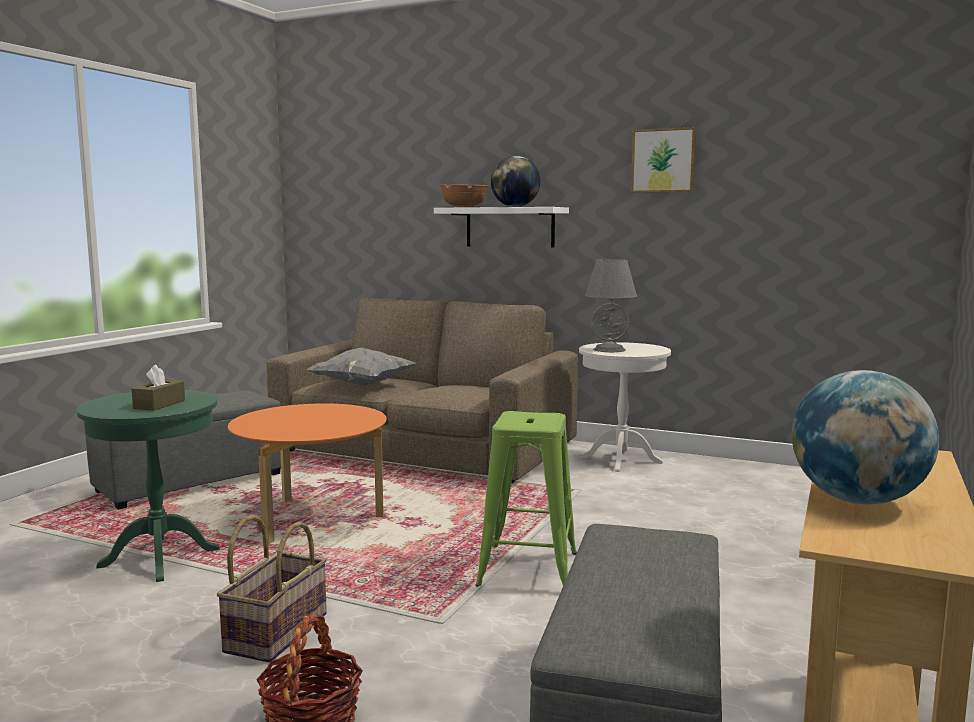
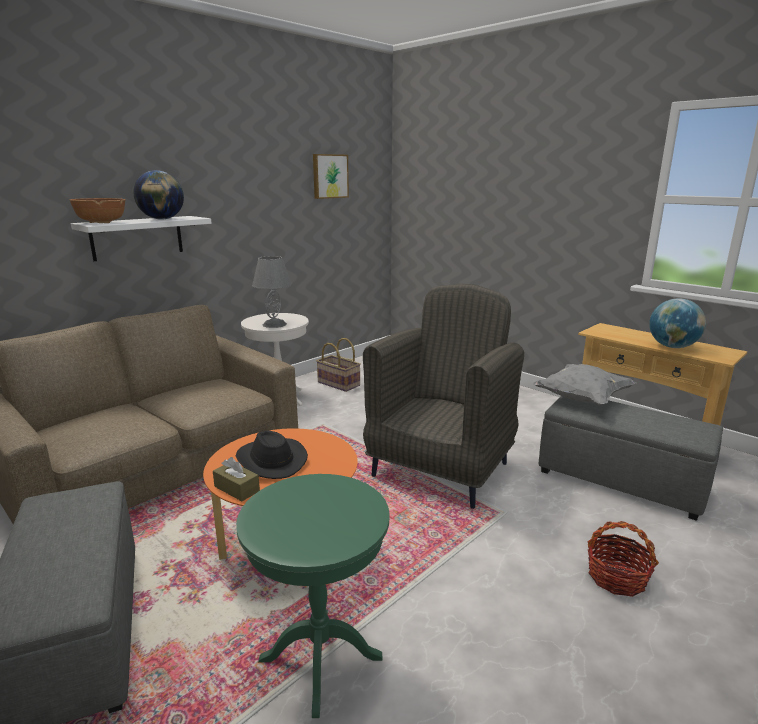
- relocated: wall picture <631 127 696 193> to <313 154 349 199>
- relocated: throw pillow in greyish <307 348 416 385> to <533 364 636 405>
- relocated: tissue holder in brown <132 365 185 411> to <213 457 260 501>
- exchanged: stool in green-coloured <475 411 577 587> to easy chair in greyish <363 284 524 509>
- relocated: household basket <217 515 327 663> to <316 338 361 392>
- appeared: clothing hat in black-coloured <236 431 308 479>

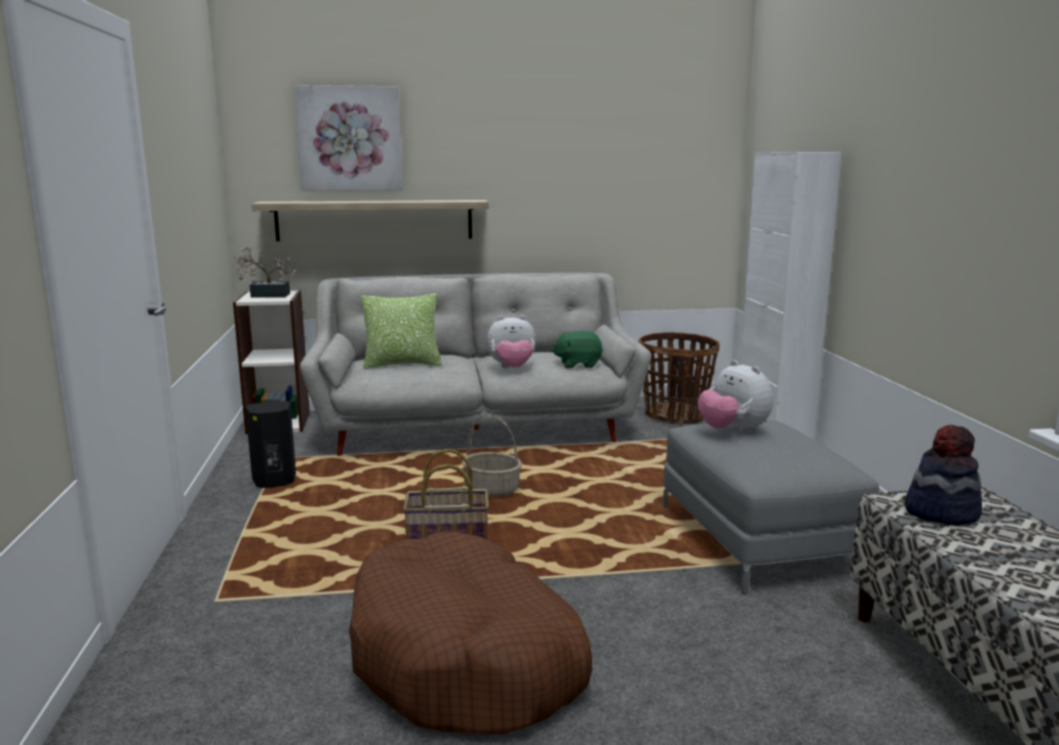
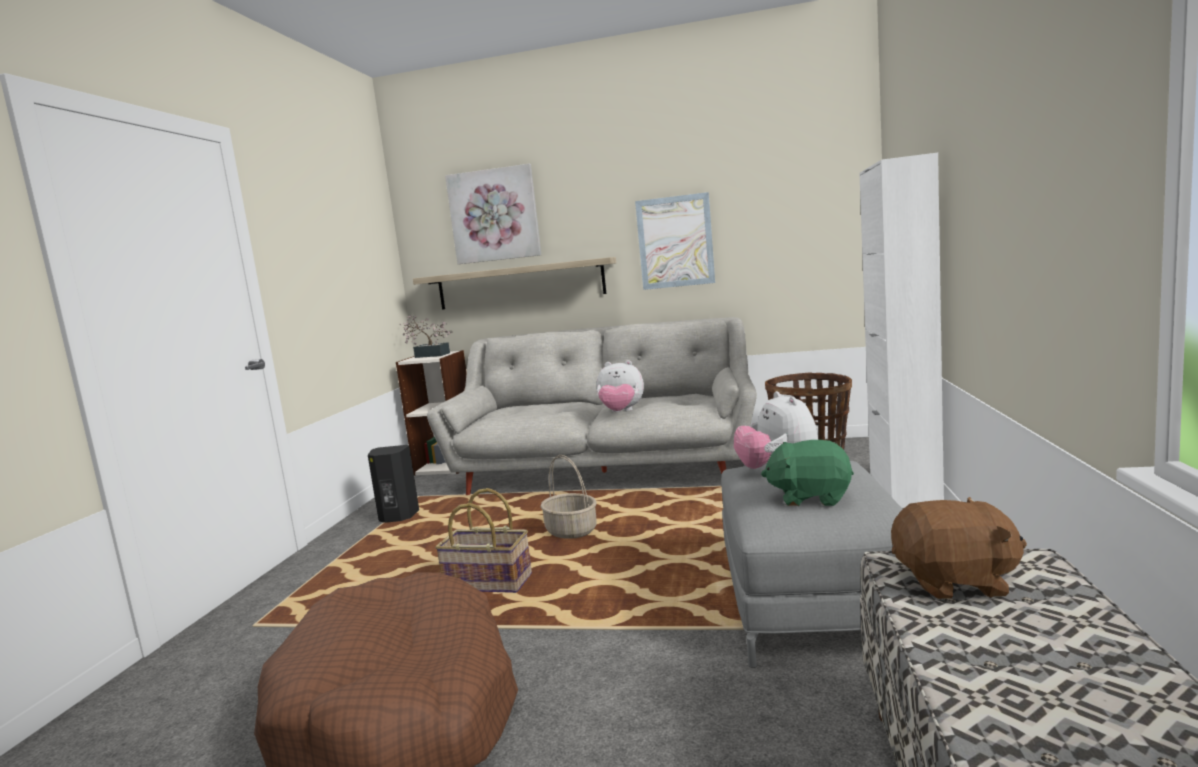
- missing: throw pillow <361 293 442 369>
- relocated: plush toy in green-coloured <551 331 603 368> to <761 440 854 506>
- exchanged: clothing hat <905 425 982 525> to plush toy in brown <891 497 1027 599>
- appeared: wall picture <635 192 715 290>

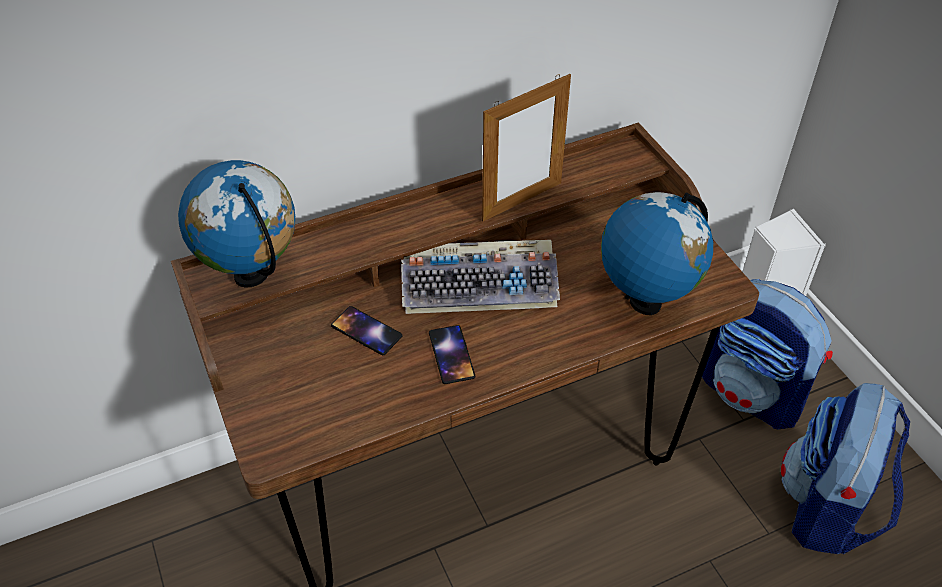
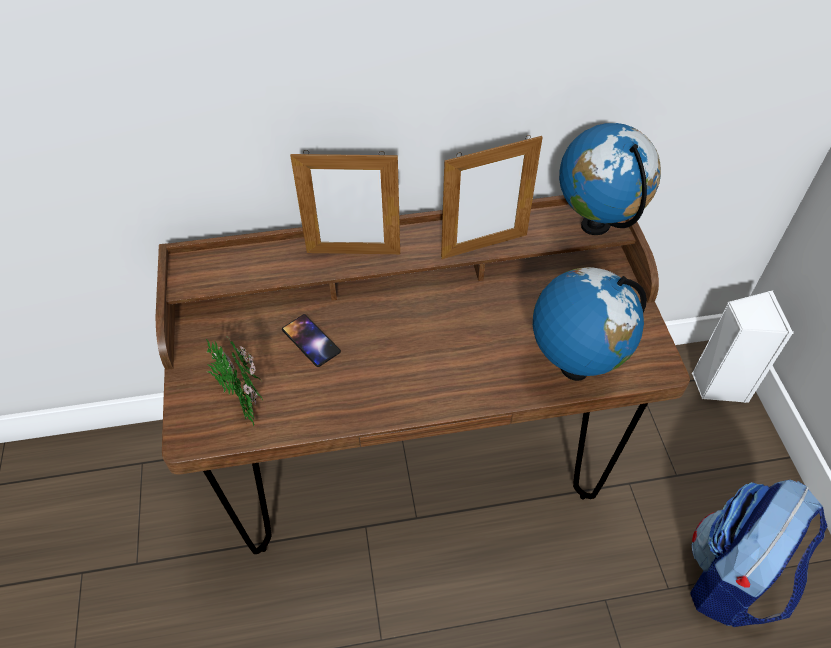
- relocated: world globe <178 160 295 288> to <559 123 661 235>
- missing: keyboard <401 240 560 314>
- missing: rucksack <702 279 833 429>
- missing: handset <429 325 475 384>
- appeared: photo frame <290 150 400 254>
- appeared: houseplant <206 336 263 427>

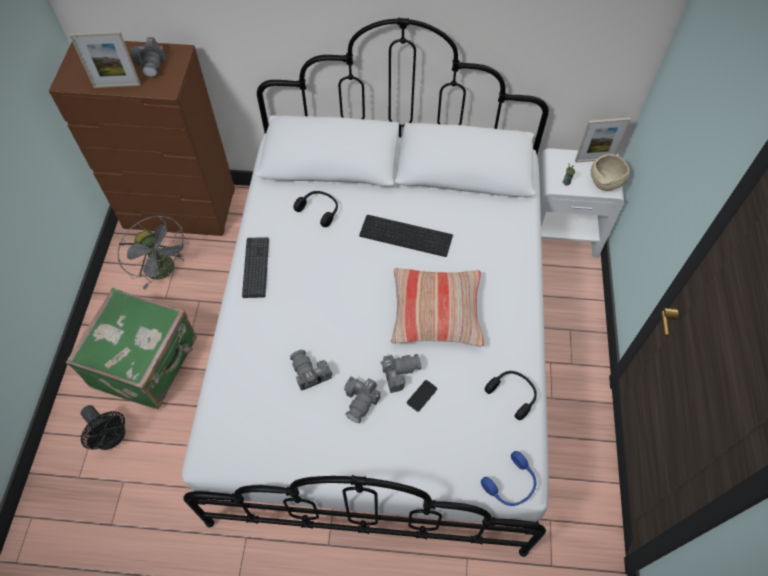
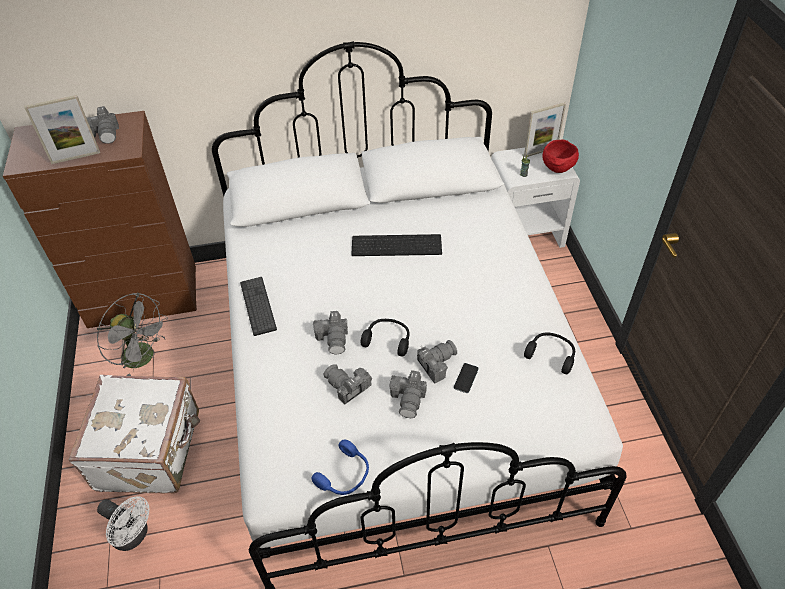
- colour: serving bowl in sand-coloured <590 154 630 191> to serving bowl in reddish <542 139 579 173>
- relocated: headset in black-coloured <293 191 338 227> to <361 319 410 357>
- missing: throw pillow <391 268 484 347>
- colour: piece of luggage in green-coloured <66 288 197 409> to piece of luggage in white-coloured <68 375 200 494>
- colour: electric fan in black-coloured <81 405 125 450> to electric fan in white-coloured <97 496 149 551>
- relocated: headset in blue-coloured <481 451 537 506> to <312 439 369 495>
- appeared: still camera <313 311 348 355>

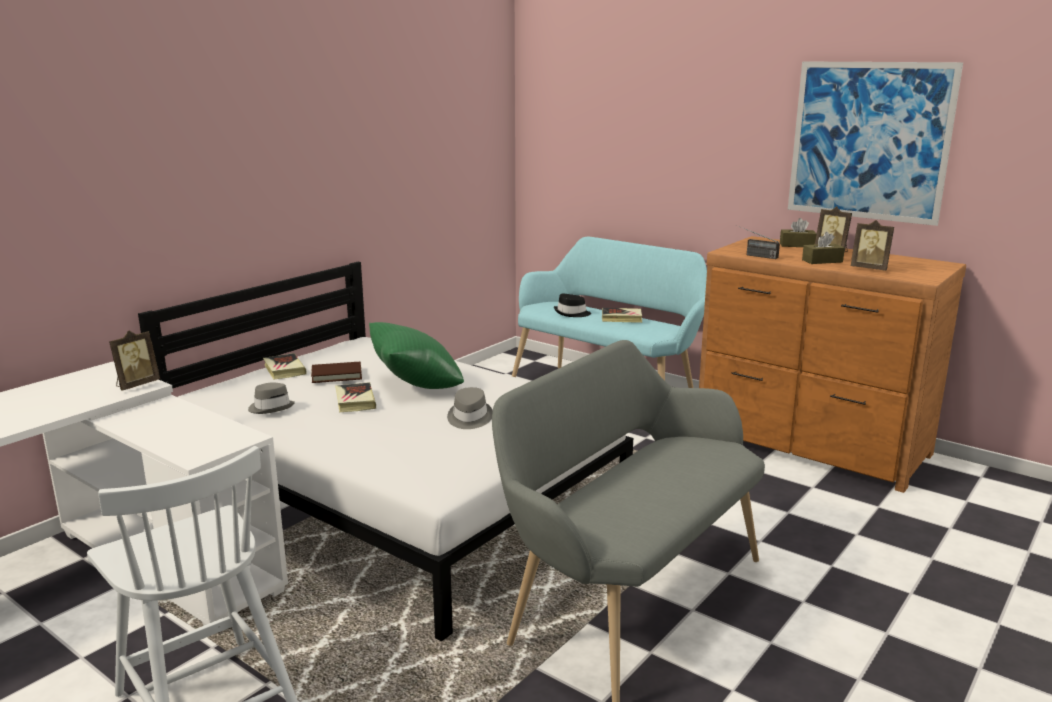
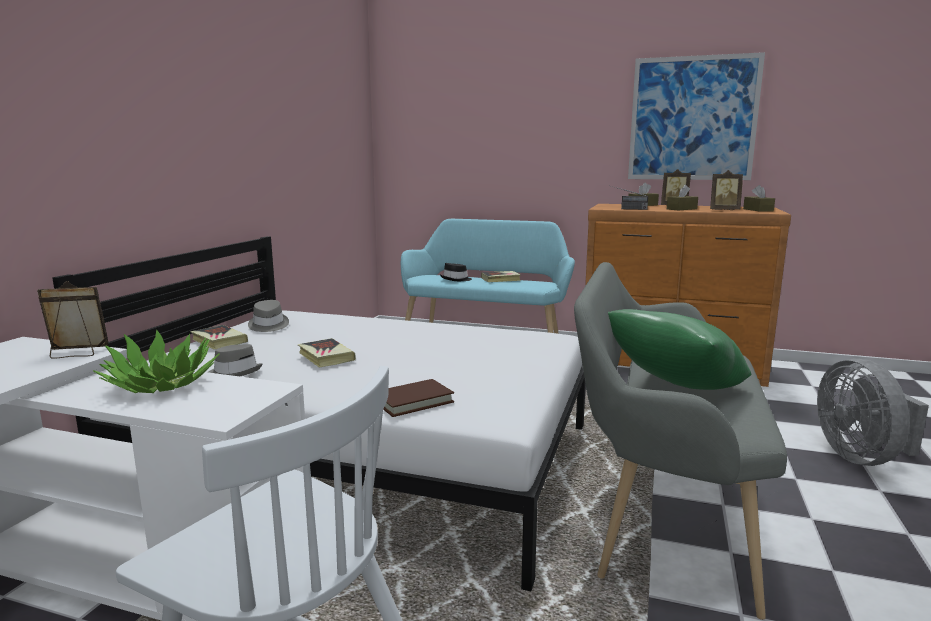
- relocated: throw pillow in green-coloured <369 322 464 389> to <608 309 751 390>
- spun: photo frame <109 331 160 391> = <37 281 109 358> 120 degrees counterclockwise
- relocated: bound book in brown <311 362 362 383> to <383 379 454 417>
- relocated: clothing hat in greyish <447 387 493 429> to <248 300 289 332>
- appeared: tissue holder in brown <743 185 775 212>
- appeared: houseplant <93 329 219 393>
- appeared: electric fan in greyish <817 358 929 466>

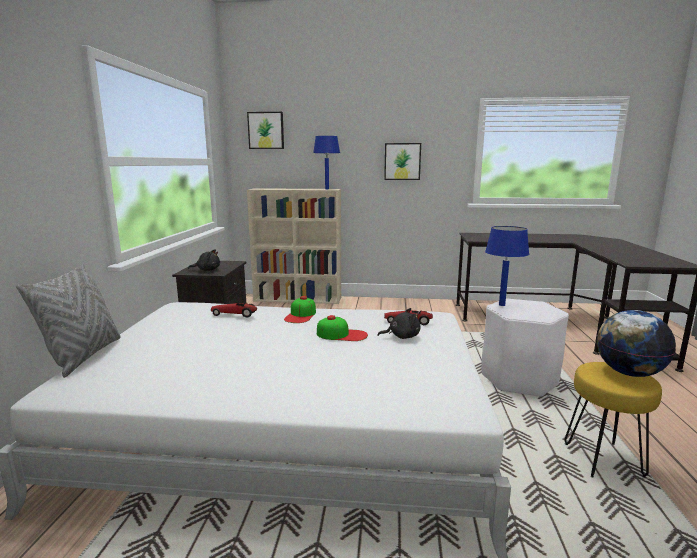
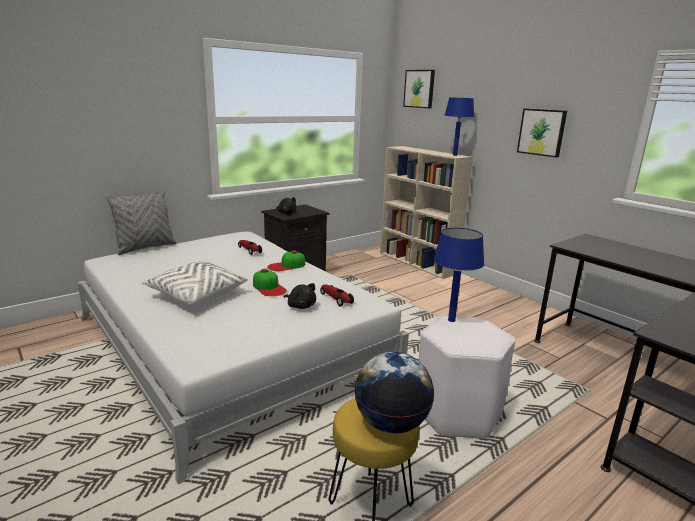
- appeared: throw pillow in white-coloured <142 261 248 305>

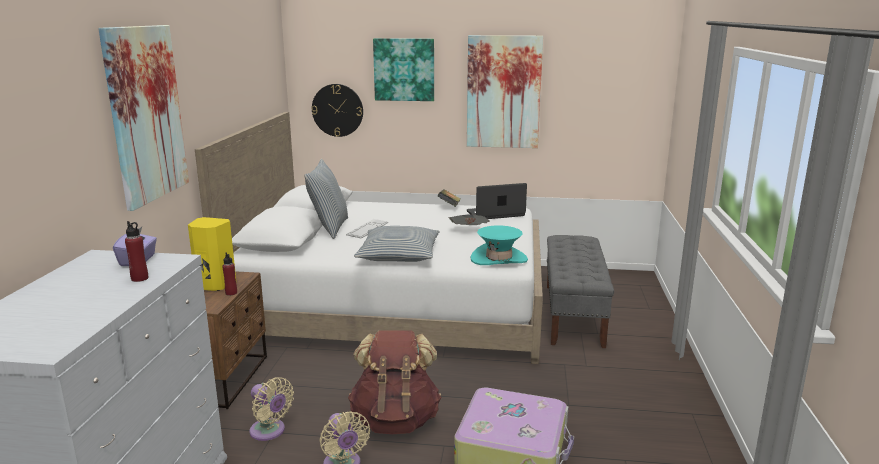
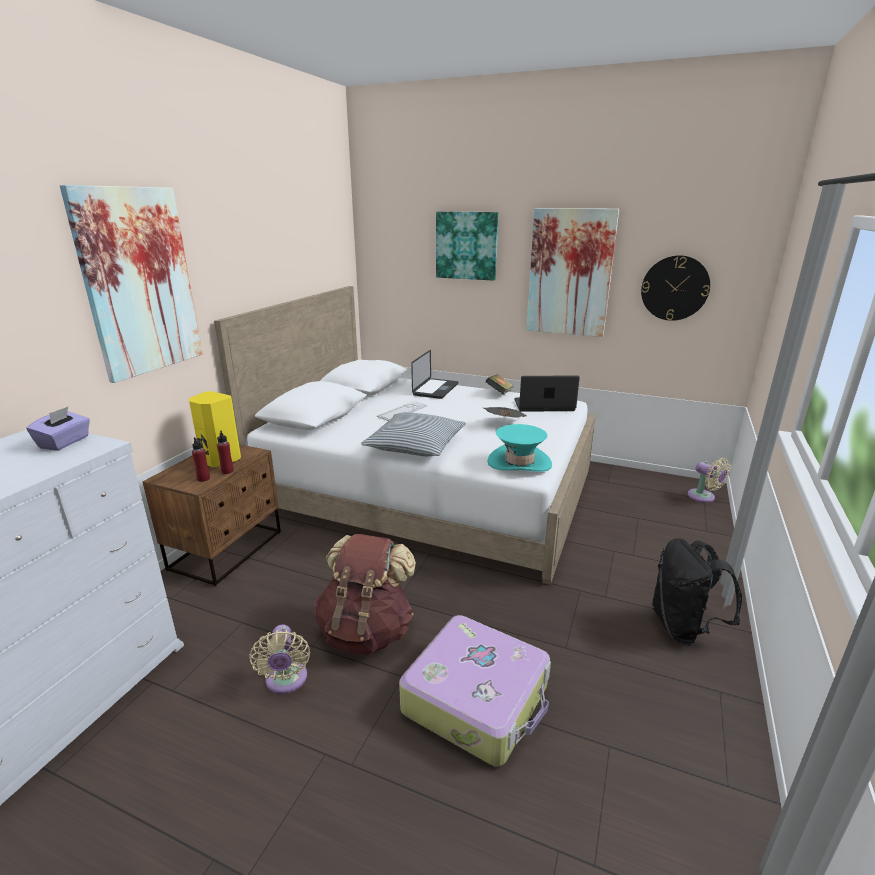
- relocated: hanging clock <312 84 363 137> to <641 255 710 321>
- missing: throw pillow <304 159 348 239>
- relocated: bottle in reddish <125 221 148 282> to <192 437 210 482>
- missing: indoor bench in greyish <547 235 614 348>
- relocated: electric fan in sand-coloured <250 377 294 441> to <688 458 731 503>
- appeared: portable computer <411 350 458 399>
- appeared: rucksack in black-coloured <652 538 742 646>

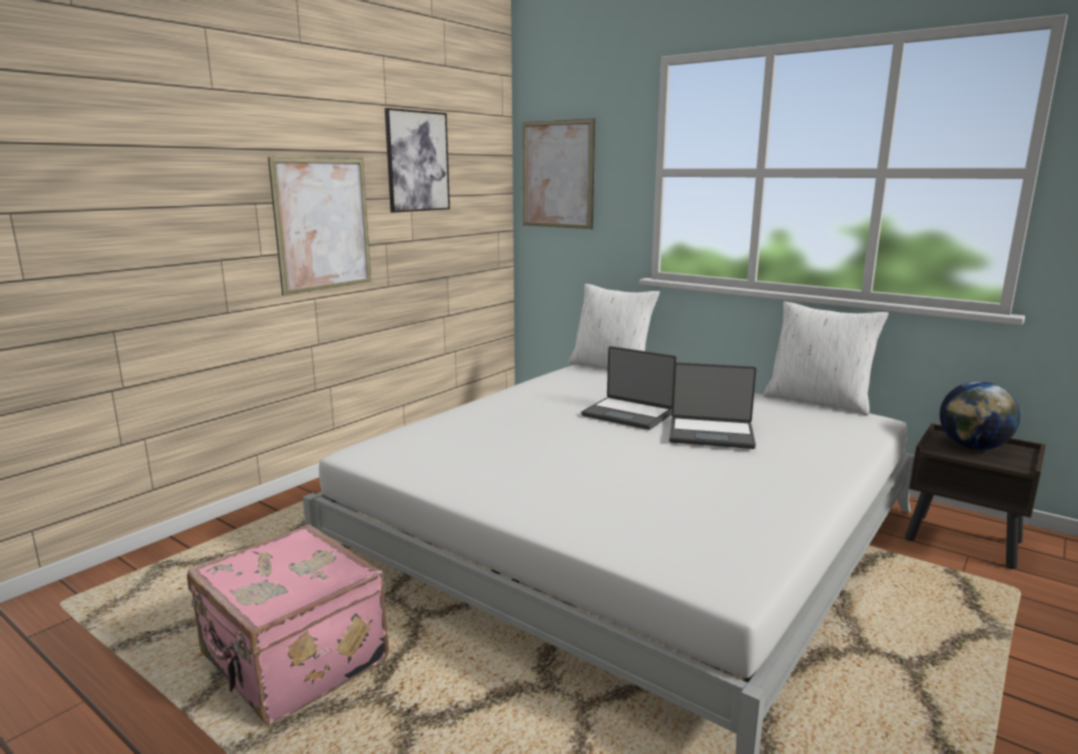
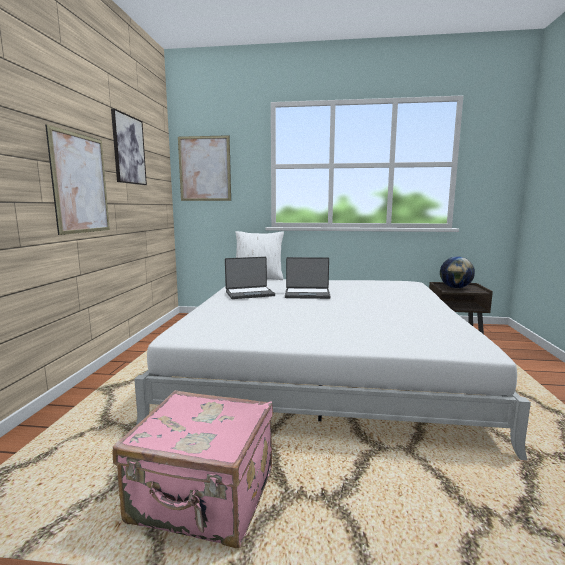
- missing: throw pillow in white-coloured <763 301 889 416>
- relocated: portable computer <669 362 756 449> to <225 257 275 299>

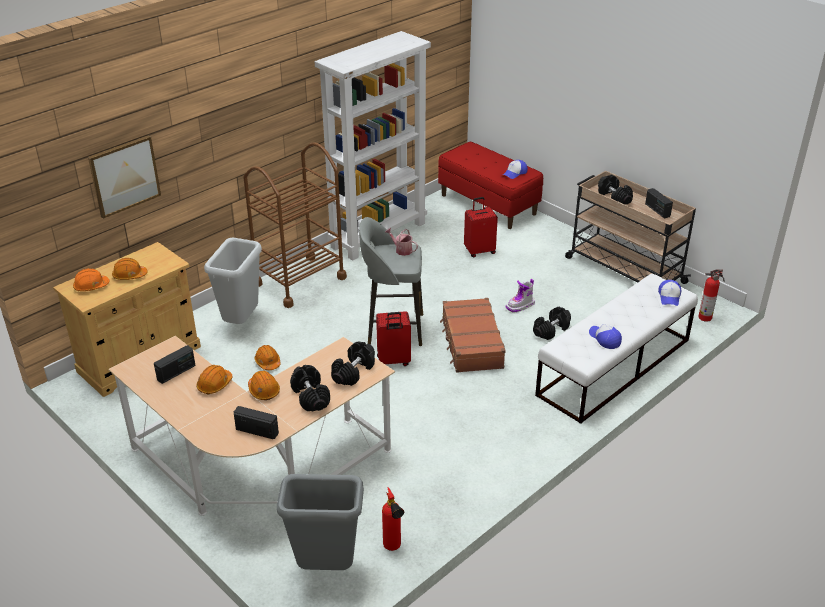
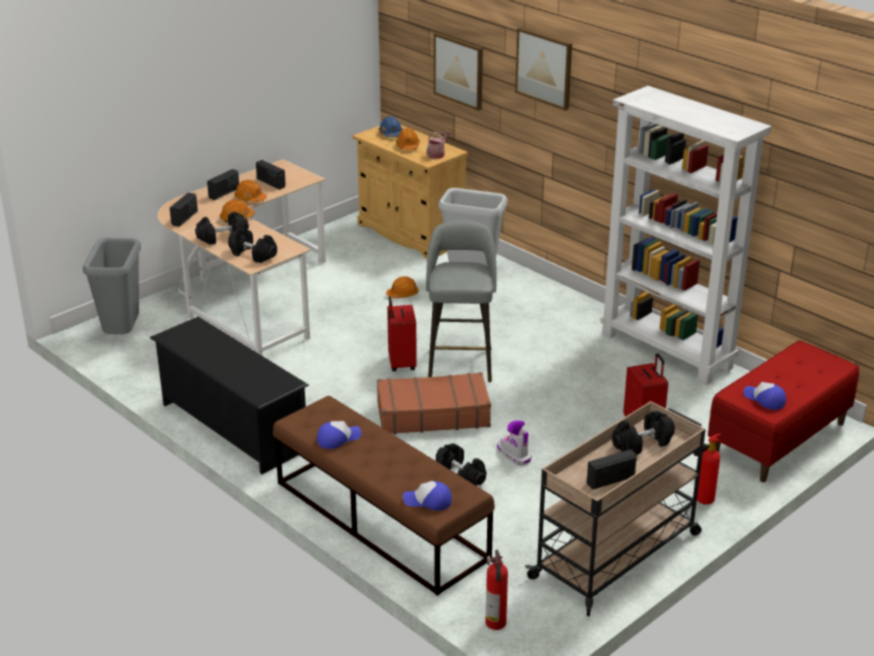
- missing: wheeled cart in brown <243 142 347 308>
- relocated: watering can <385 228 418 256> to <426 131 451 159>
- colour: work helmet in orangey <73 268 110 291> to work helmet in blue-coloured <379 116 402 137>
- colour: indoor bench in white-coloured <535 274 698 424> to indoor bench in brown <273 396 495 596>
- relocated: fire-fighting cylinder <382 487 404 551> to <693 434 721 505>
- appeared: wall picture <515 27 572 111>
- appeared: radio set <207 169 239 200>
- appeared: shoe rack in black-coloured <150 317 309 474>

